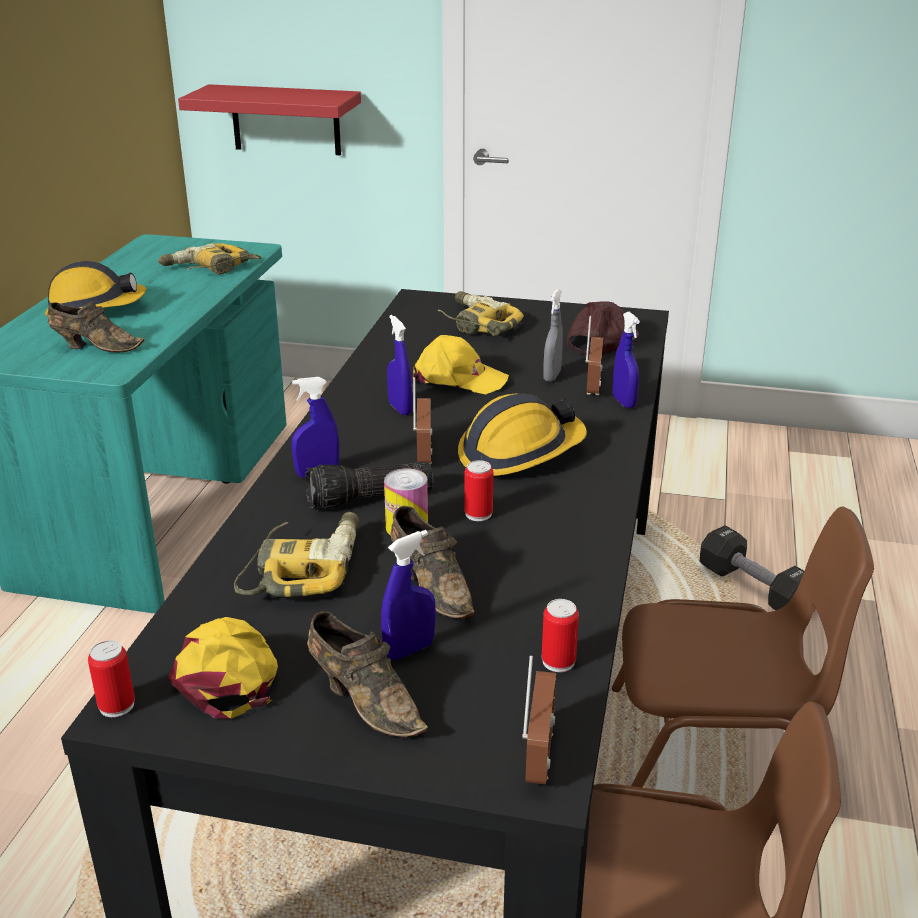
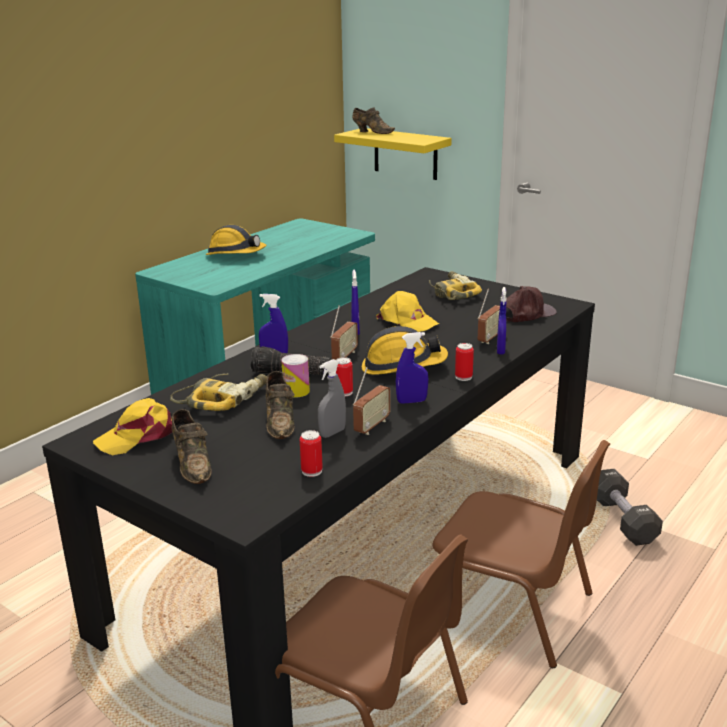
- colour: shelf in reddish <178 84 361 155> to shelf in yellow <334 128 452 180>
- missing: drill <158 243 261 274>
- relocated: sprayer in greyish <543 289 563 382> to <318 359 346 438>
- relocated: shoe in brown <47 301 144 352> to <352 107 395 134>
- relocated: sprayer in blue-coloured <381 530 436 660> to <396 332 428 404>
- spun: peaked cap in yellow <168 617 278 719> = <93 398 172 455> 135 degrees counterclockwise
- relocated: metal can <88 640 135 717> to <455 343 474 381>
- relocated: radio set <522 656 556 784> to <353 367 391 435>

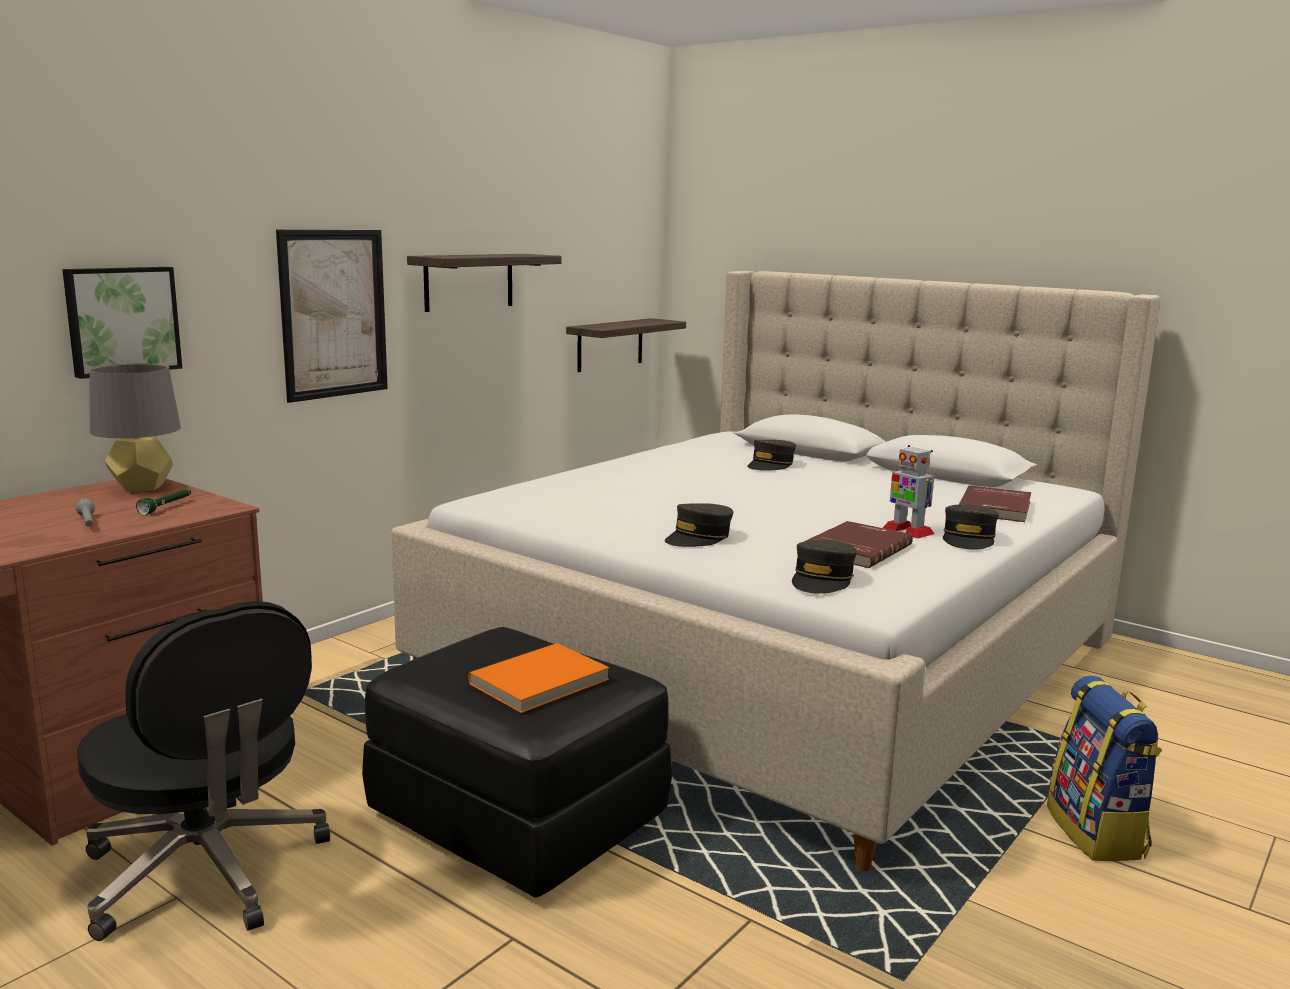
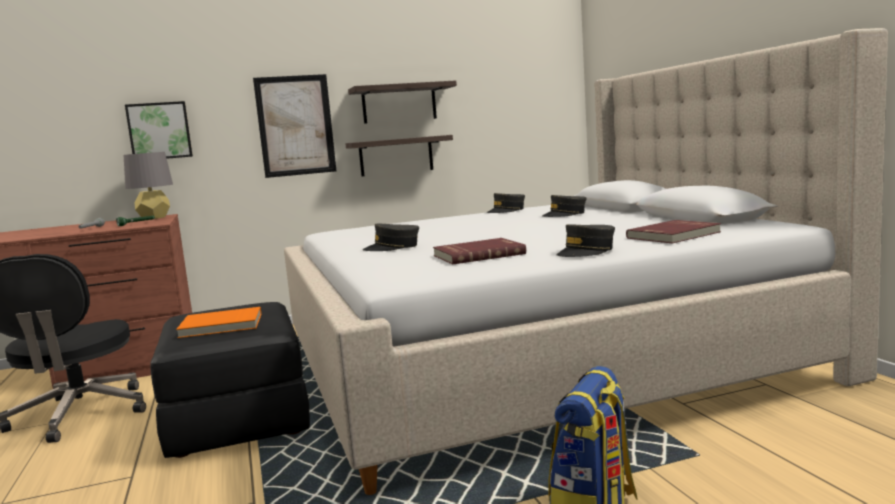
- relocated: shelf <566 318 686 372> to <345 135 453 177>
- missing: model robot <883 445 934 539>
- relocated: peaked cap in greyish <792 540 857 594> to <487 193 525 213>

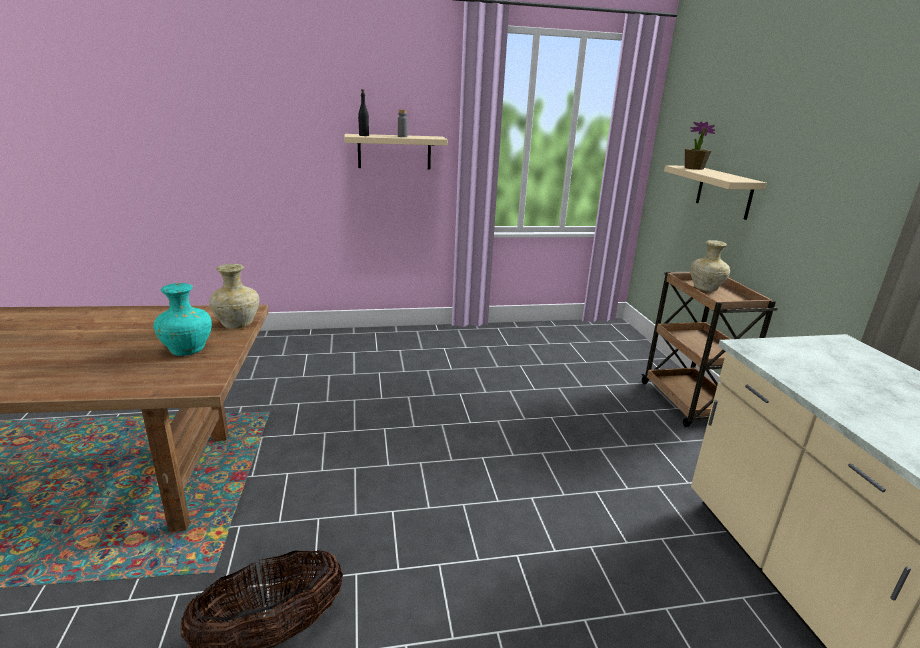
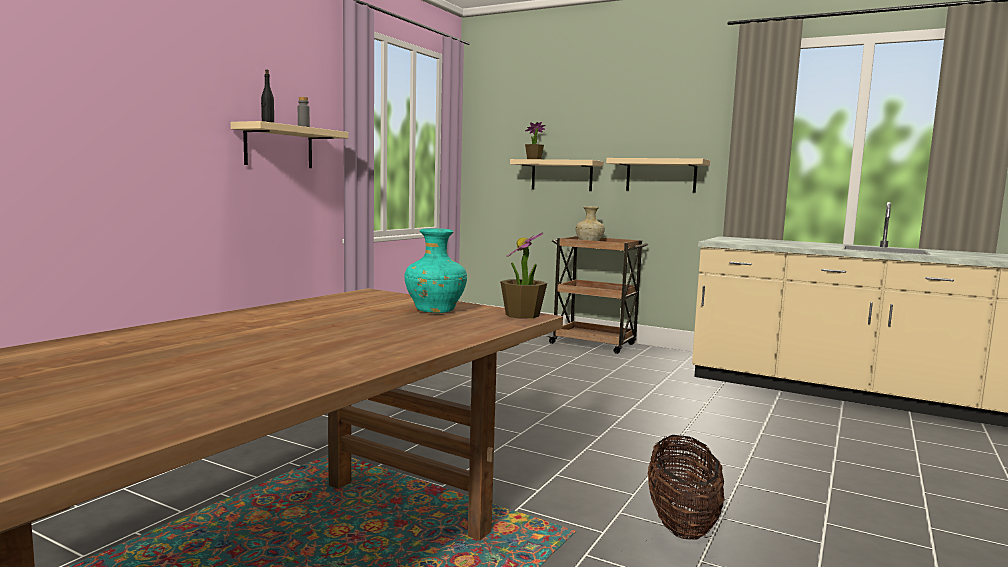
- missing: decorative vase in sand-coloured <209 264 259 329>
- appeared: shelf in sand-coloured <606 158 710 193>
- appeared: houseplant <500 232 547 319>

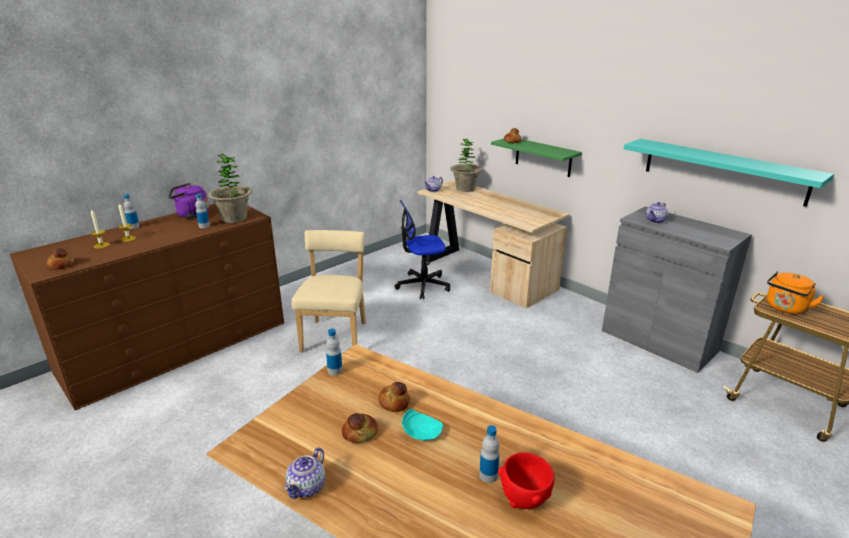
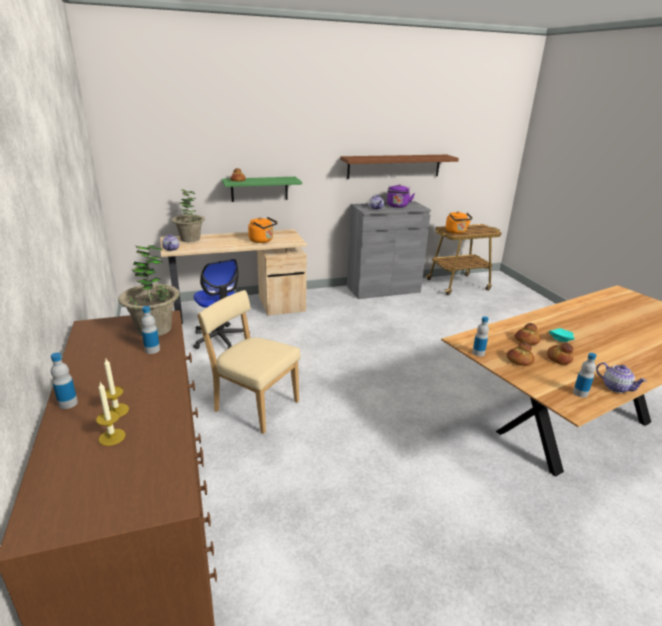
- colour: shelf in turquoise <624 139 834 207> to shelf in brown <340 155 459 179>
- relocated: water kettle in purplish <168 183 209 218> to <387 184 415 208>
- spun: office chair <395 200 450 300> = <194 259 244 349> 45 degrees counterclockwise
- relocated: bread <47 248 74 270> to <507 342 534 366>
- relocated: bottle <479 425 500 483> to <573 353 597 398>
- missing: serving bowl in reddish <498 452 554 509>
- appeared: water kettle in orangey <248 217 278 243>

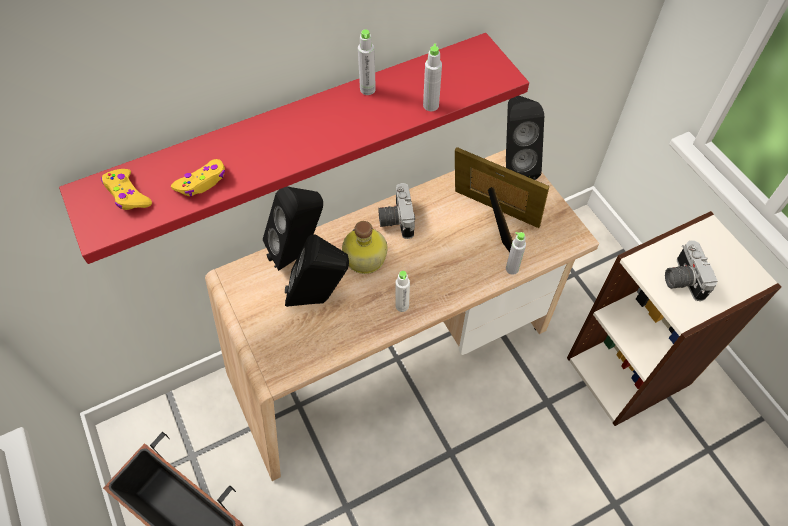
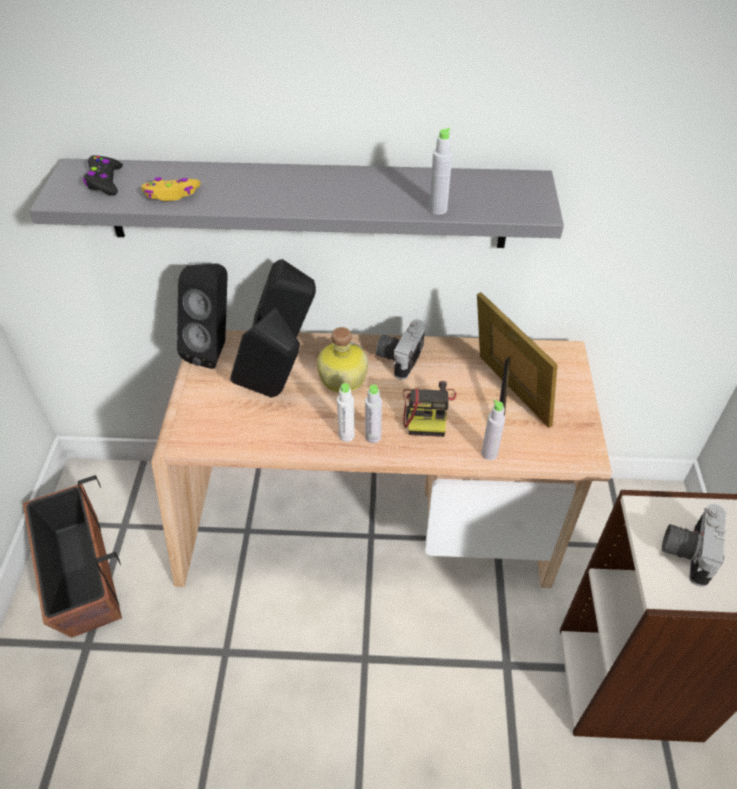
- relocated: bottle in greyish <358 29 376 95> to <365 385 382 443>
- colour: shelf in reddish <59 33 529 264> to shelf in greyish <29 158 564 248>
- relocated: speaker in black-coloured <506 96 544 180> to <177 264 227 369>
- colour: game controller in yellow <101 169 152 210> to game controller in black-coloured <83 155 123 196>
- appeared: still camera <403 381 456 437>

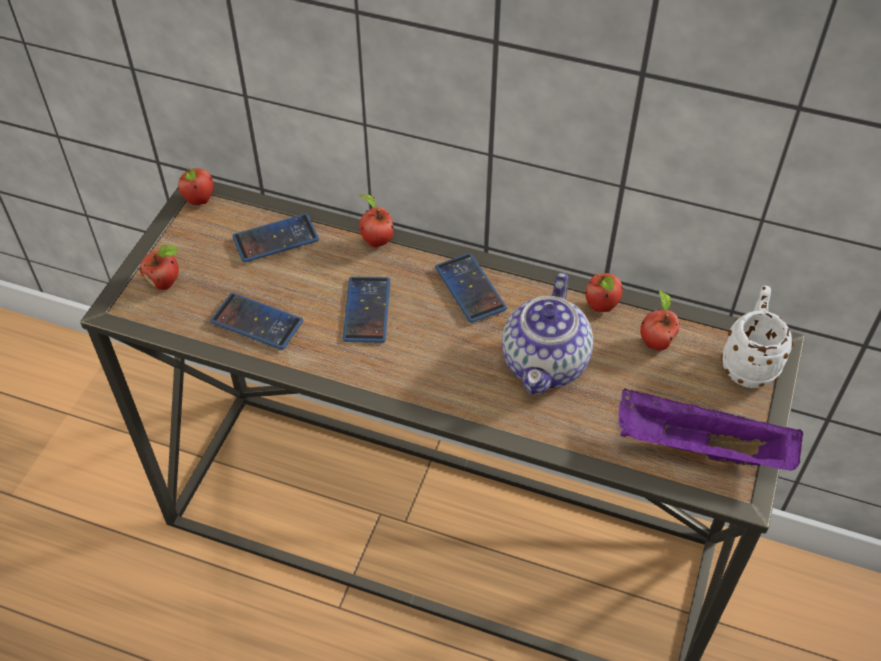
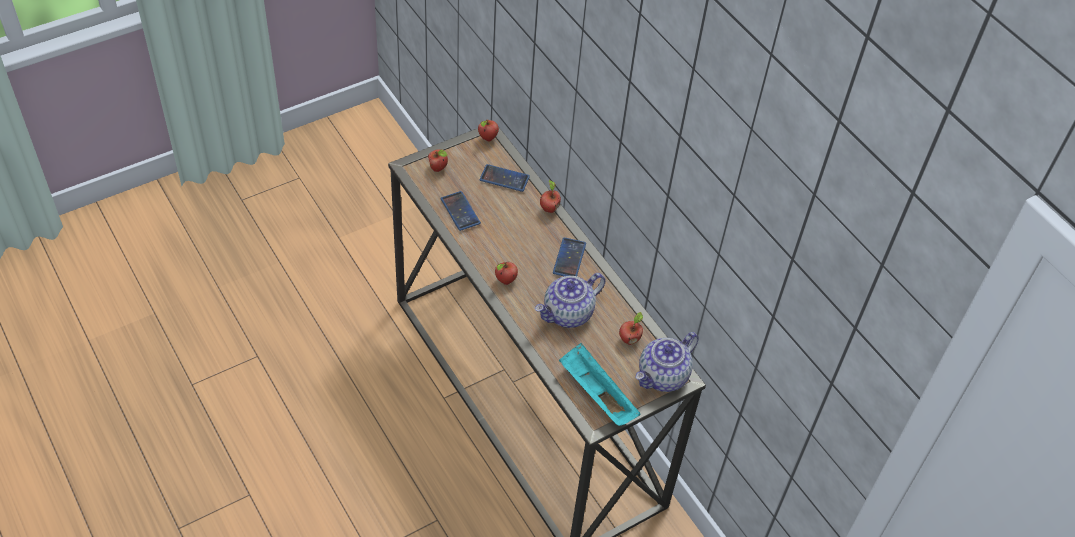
- relocated: whole apple <585 273 623 312> to <495 262 518 285>
- missing: handset <343 276 390 343>
- exchanged: tea mug in white-coloured <721 285 794 388> to tea pot <635 332 699 392>
- colour: serving tray in purplish <618 388 803 470> to serving tray in turquoise <559 343 640 426>

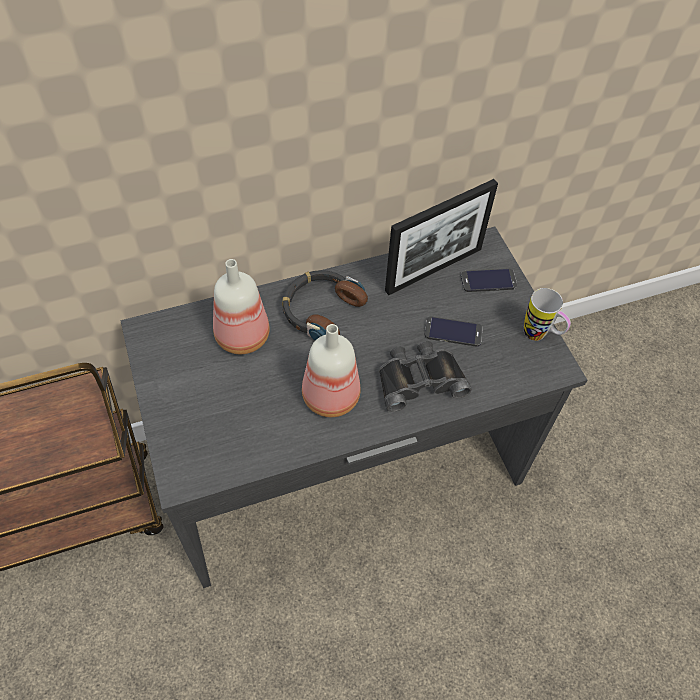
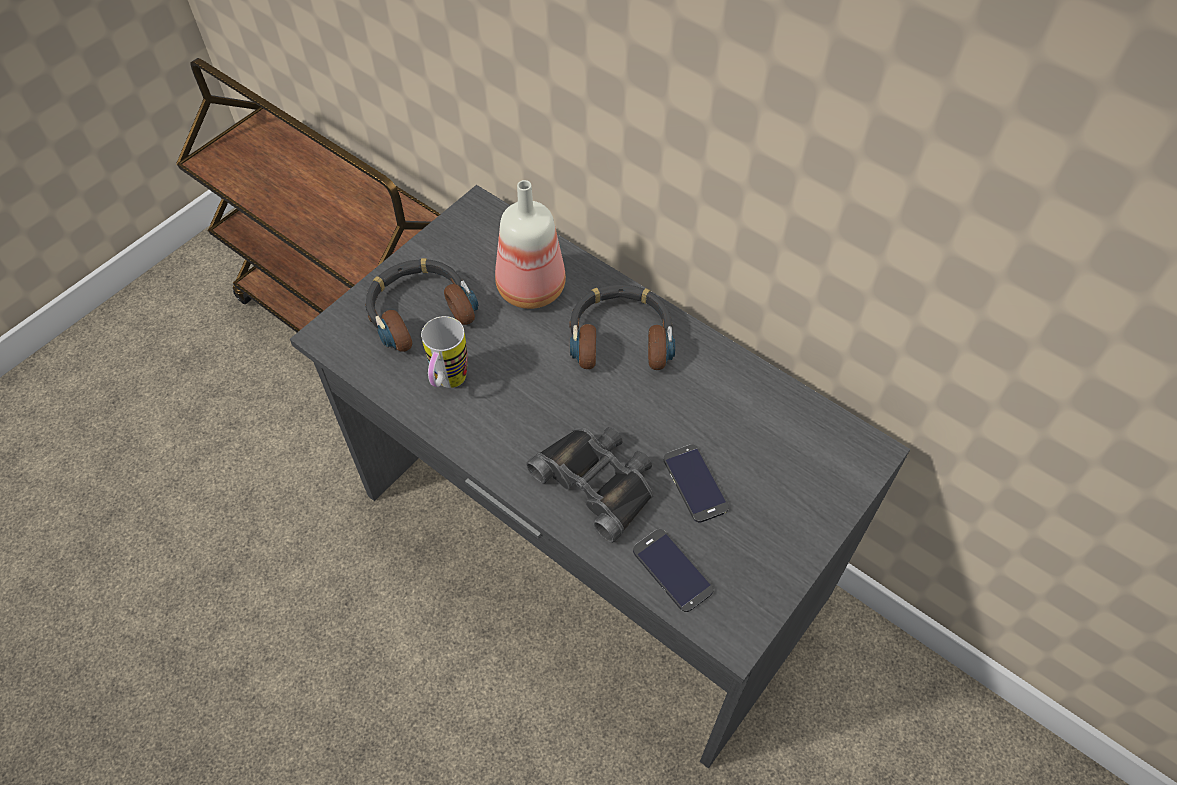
- missing: photo frame <385 179 498 295>
- relocated: handset <461 269 517 292> to <633 529 714 612>
- relocated: tea mug <524 288 571 341> to <421 316 468 388>
- missing: bottle <302 324 361 417>
- appeared: headset <365 258 478 352>

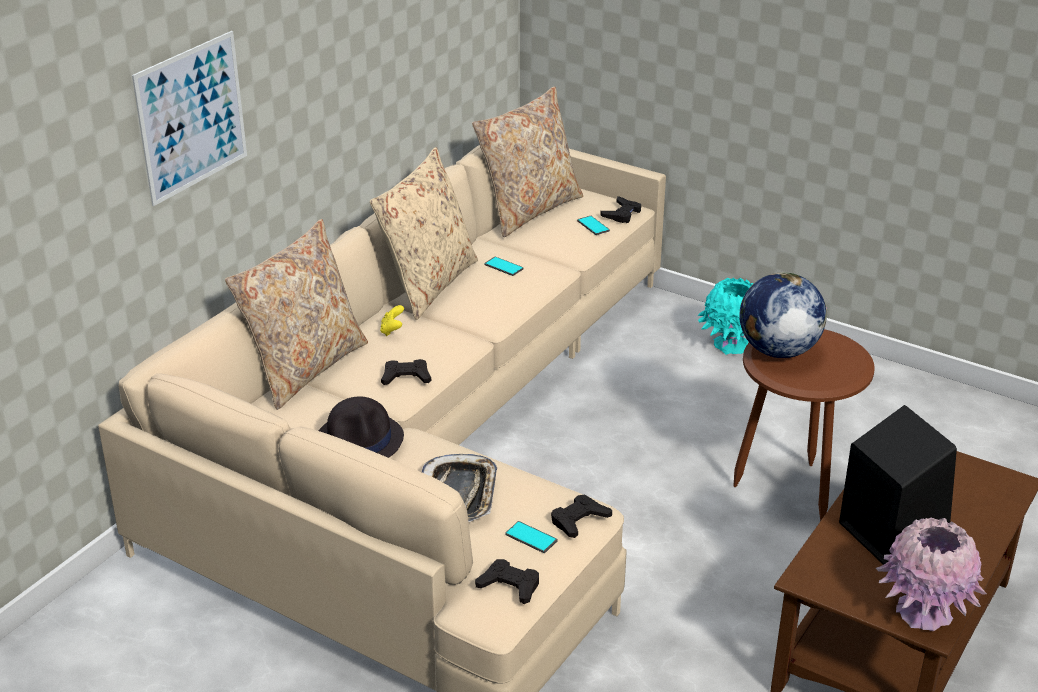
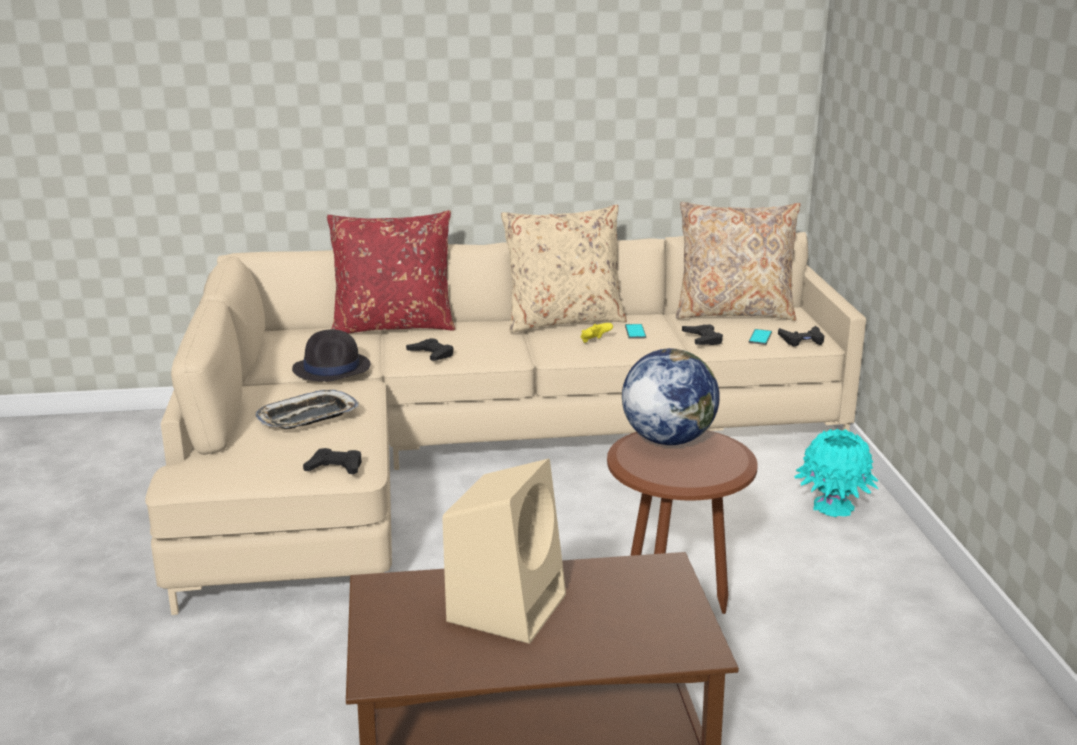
- missing: wall picture <132 31 247 206>
- colour: throw pillow in sand-coloured <225 219 368 410> to throw pillow in reddish <327 210 455 333>
- relocated: game controller in yellow <380 305 404 336> to <581 323 613 343>
- colour: speaker in black-coloured <839 405 957 565> to speaker in sand-coloured <442 459 566 644>
- missing: decorative vase in pink <876 518 987 631>
- missing: handset <505 521 557 553>
- relocated: game controller in black-coloured <475 559 539 604> to <682 324 723 345>

